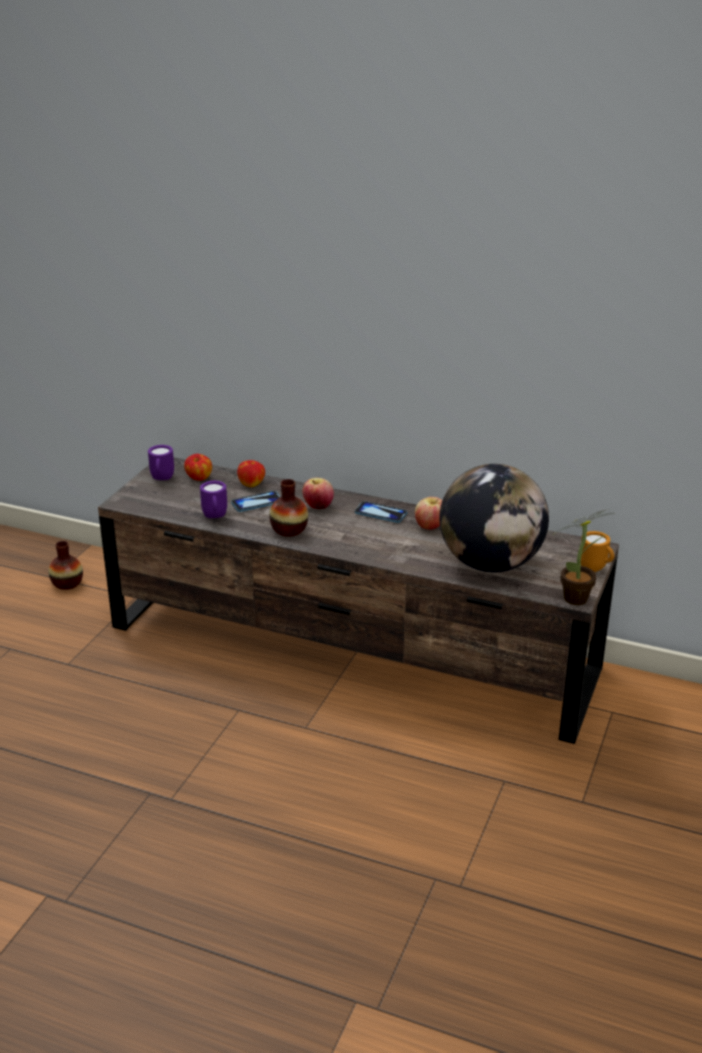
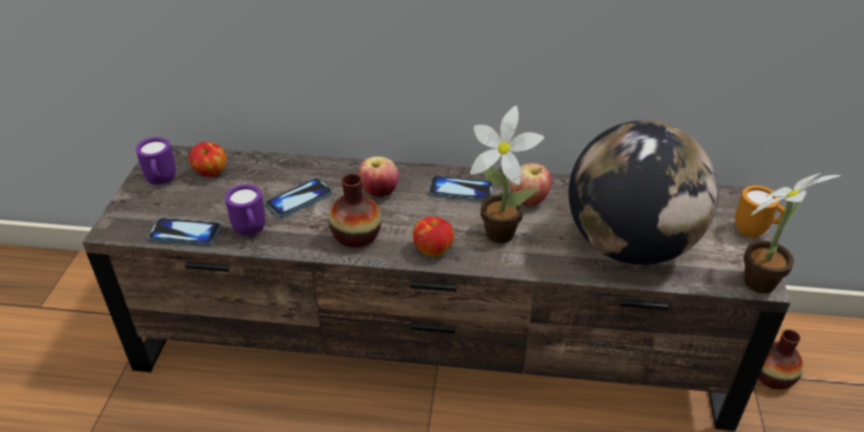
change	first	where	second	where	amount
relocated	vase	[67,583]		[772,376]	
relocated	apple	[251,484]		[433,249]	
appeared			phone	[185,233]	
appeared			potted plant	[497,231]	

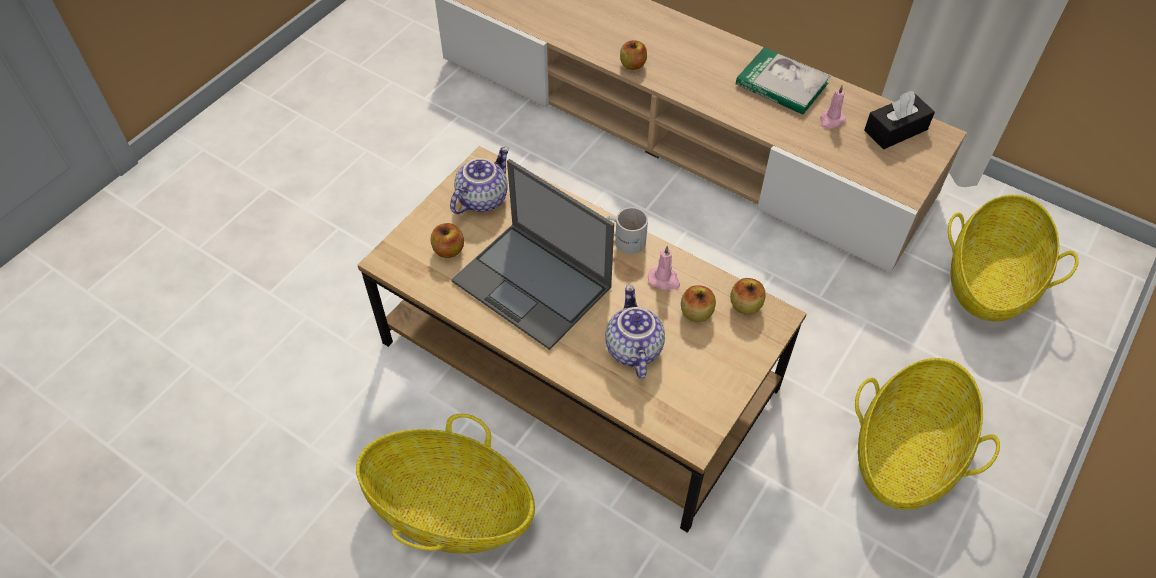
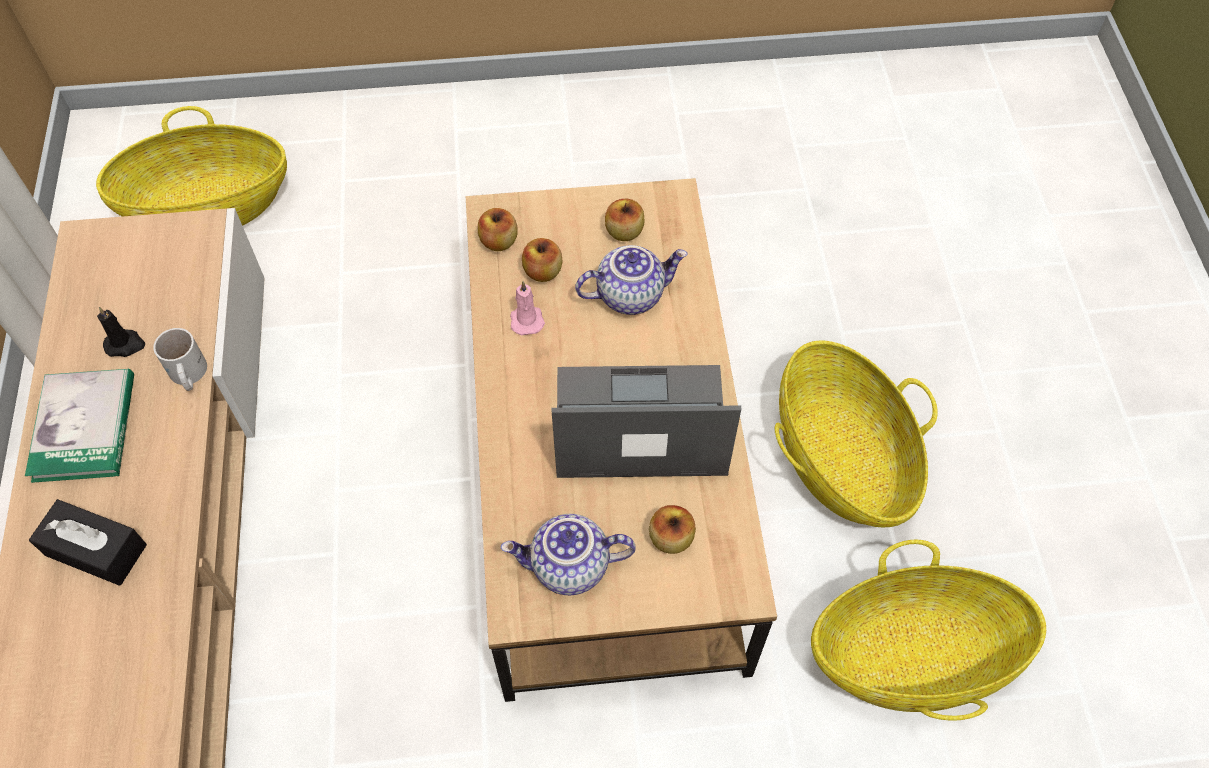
change	first	where	second	where	amount
spun	laptop	[533,285]		[637,423]	90 degrees counterclockwise
spun	teapot	[632,348]		[630,294]	150 degrees counterclockwise
relocated	white mug	[624,239]		[187,375]	
relocated	apple	[632,65]		[624,232]	
colour	pink candle	[831,120]	black candle	[125,344]	
relocated	basket	[907,452]		[912,655]	
relocated	black tissue box	[895,130]		[96,550]	

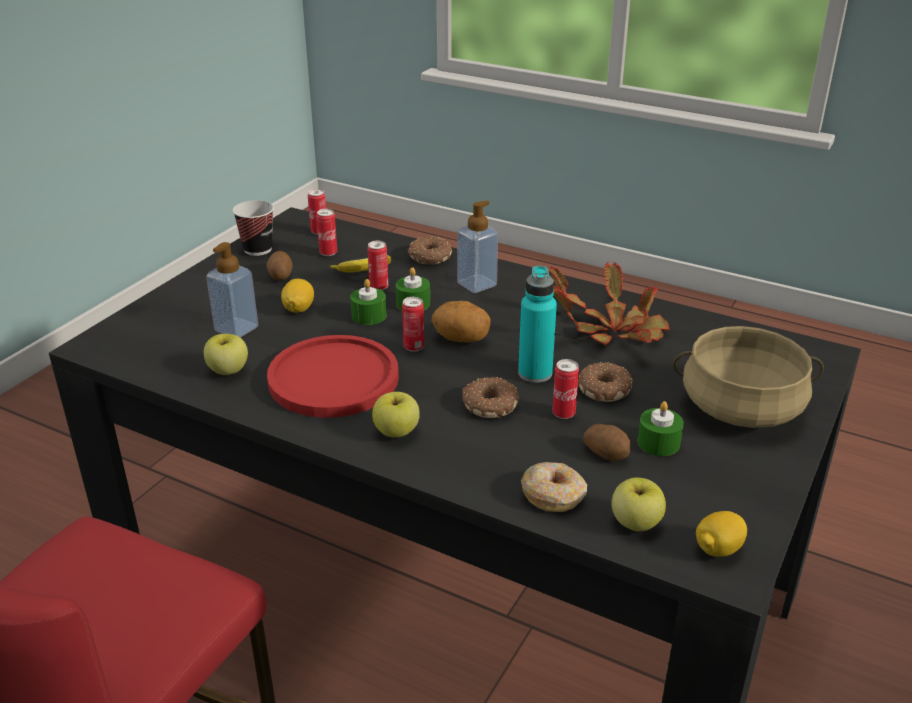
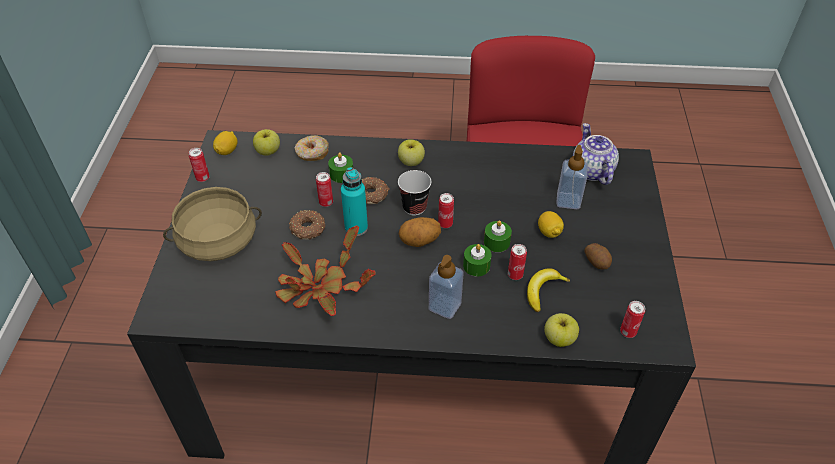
change	first	where	second	where	amount
relocated	apple	[228,370]		[559,338]	
relocated	cup	[258,249]		[414,207]	
missing	red plate	[333,378]			
relocated	can	[328,253]		[202,178]	
missing	donut	[430,257]			
missing	potato	[607,453]			
relocated	green candle	[658,442]		[341,174]	
appeared			teapot	[591,170]	

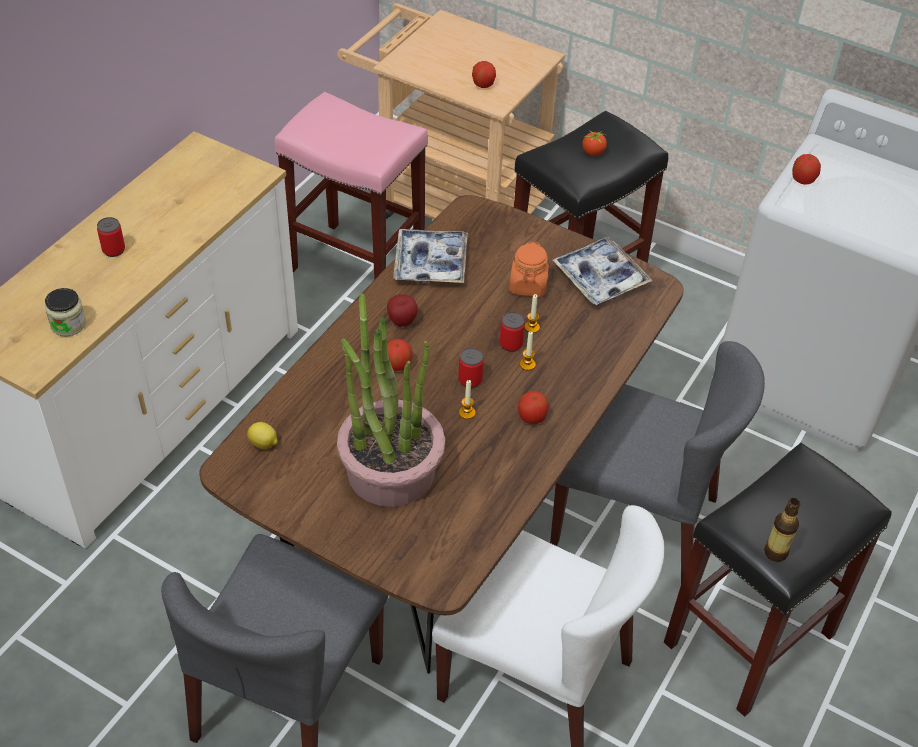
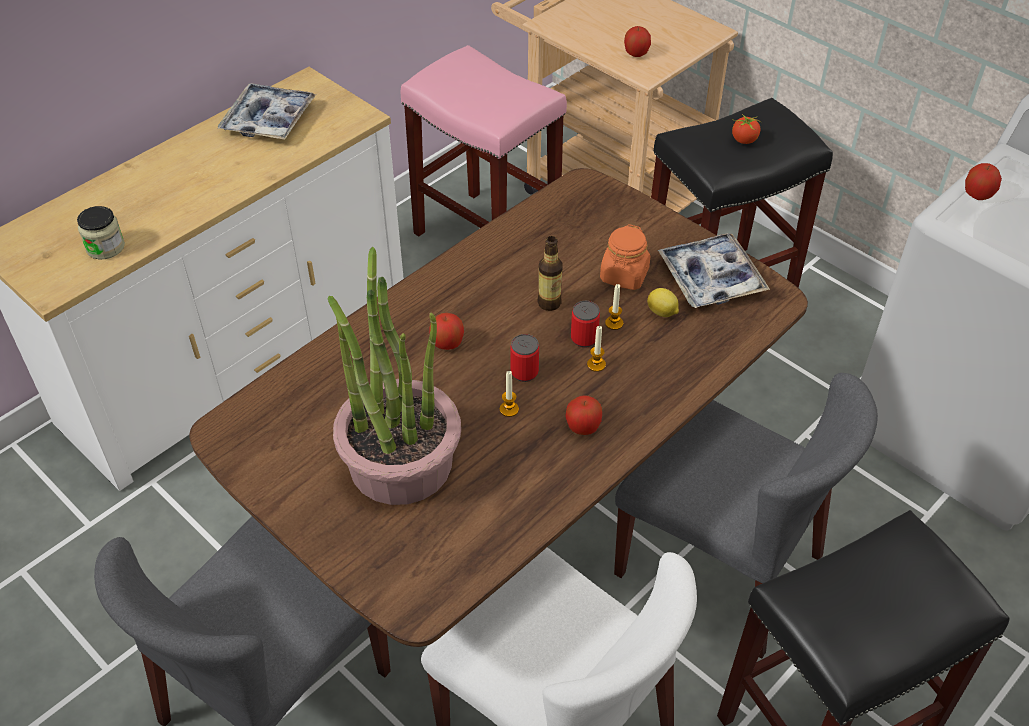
change	first	where	second	where	amount
missing	can	[113,250]			
relocated	lemon	[263,444]		[662,313]	
missing	apple	[402,322]			
relocated	tray	[430,263]		[268,120]	
relocated	bottle	[775,552]		[549,303]	

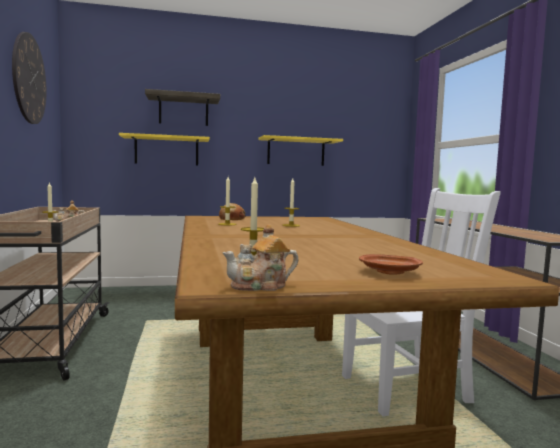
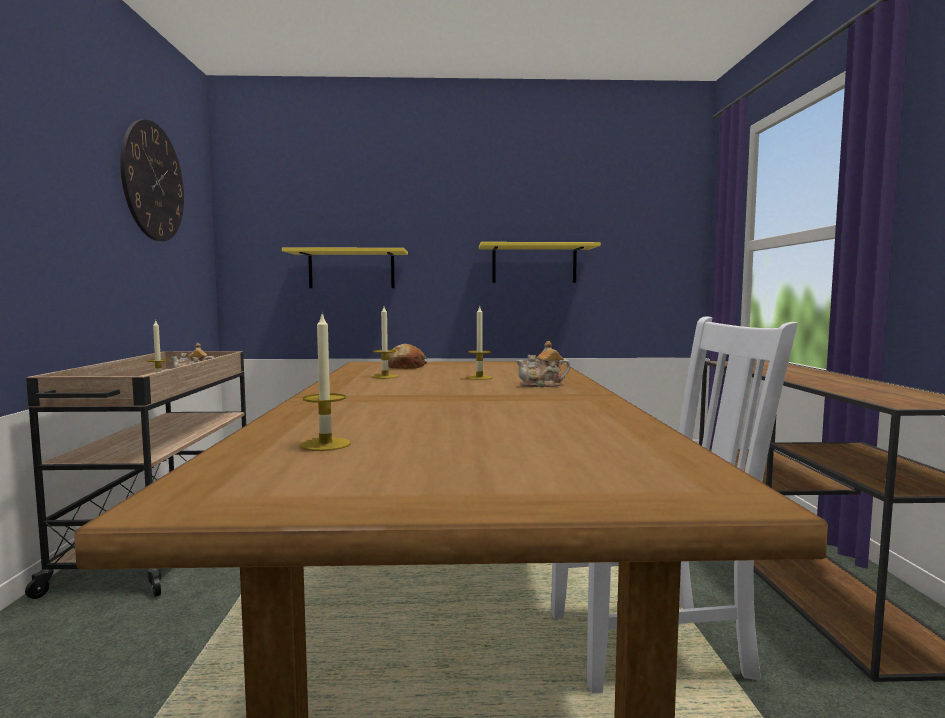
change	first	where	second	where	amount
missing	shelf	[183,111]			
relocated	teapot	[261,286]		[543,385]	
missing	brown plate	[390,272]			

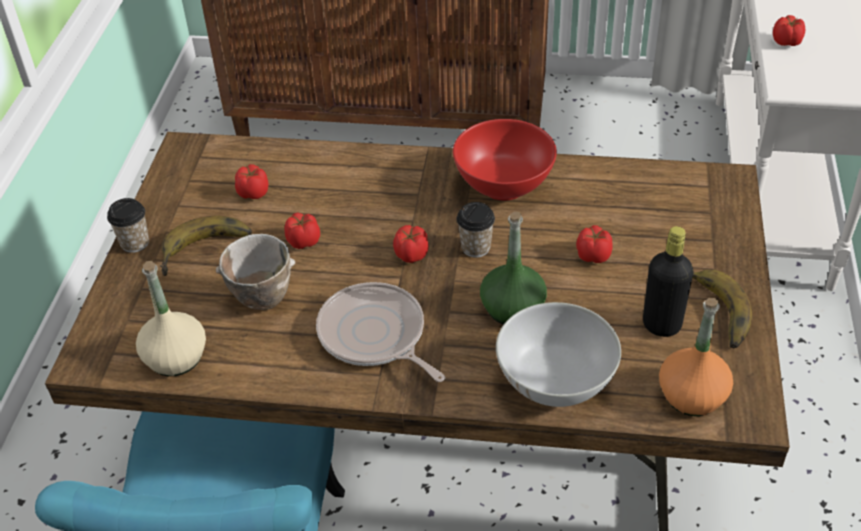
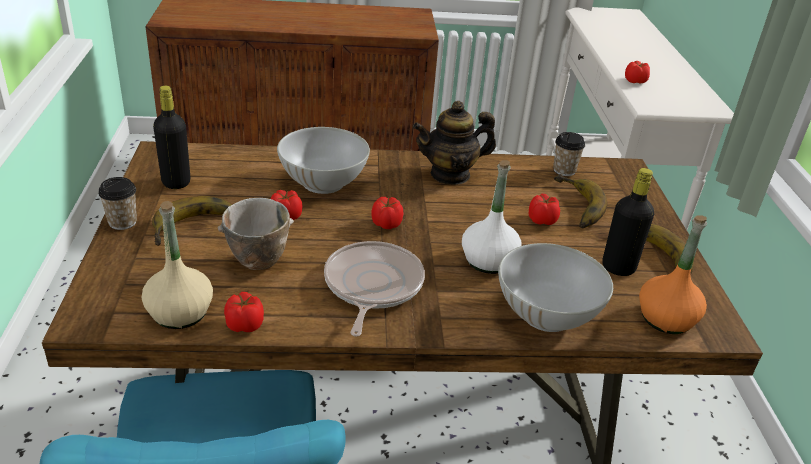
change	first	where	second	where	amount
relocated	tomato	[253,192]		[245,324]	
spun	frying pan	[375,336]		[372,286]	60 degrees clockwise
exchanged	red bowl	[504,185]	teapot	[450,174]	
relocated	cup	[475,247]		[564,170]	
colour	green bottle	[512,309]	white bottle	[488,261]	
appeared			black bottle	[176,182]	
appeared			white bowl	[323,182]	
appeared			banana	[573,206]	

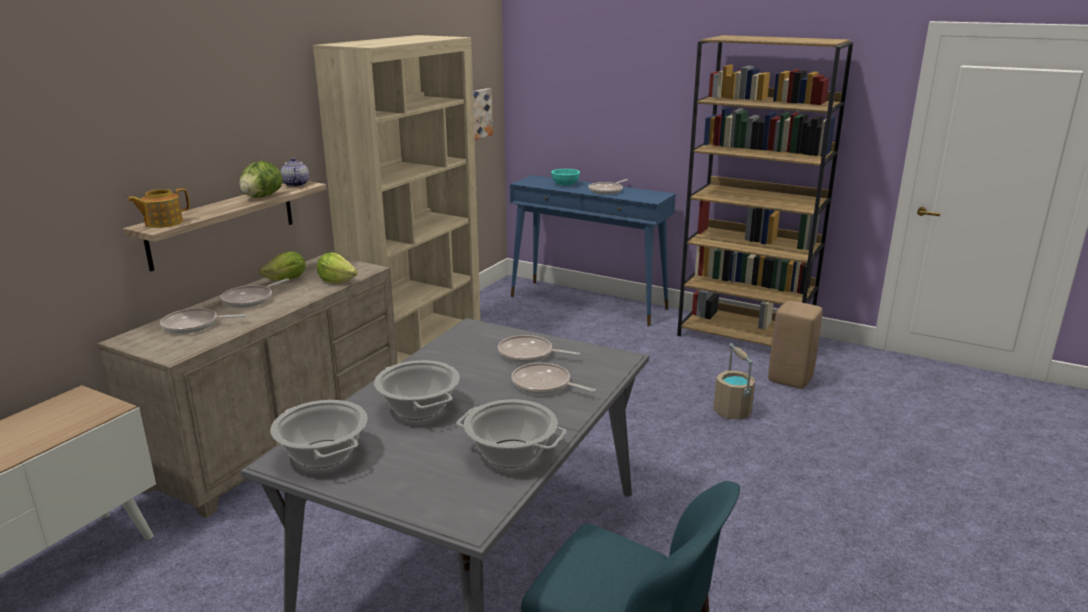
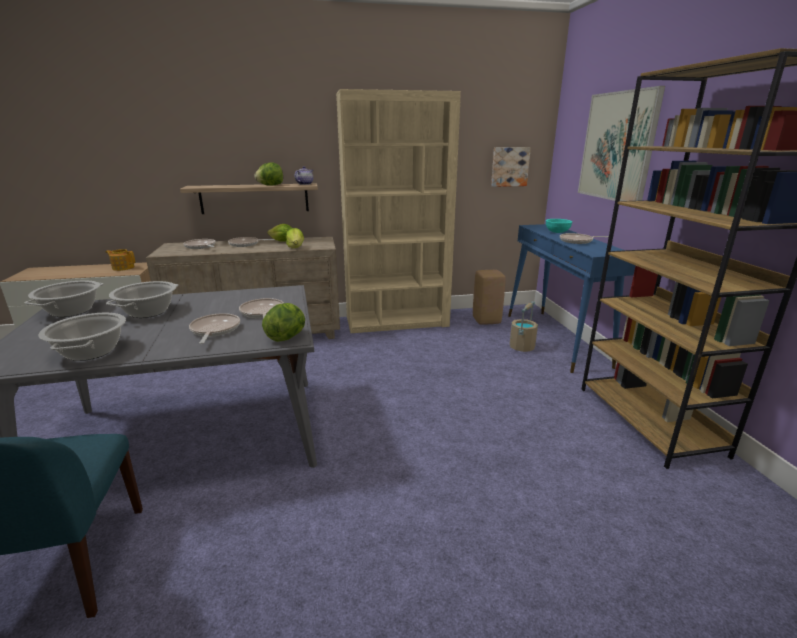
change	first	where	second	where	amount
relocated	teapot	[163,223]		[123,267]	
relocated	beige bucket	[732,411]		[522,347]	
relocated	beige stool	[789,379]		[486,320]	
appeared			lettuce	[287,337]	
appeared			picture	[617,146]	

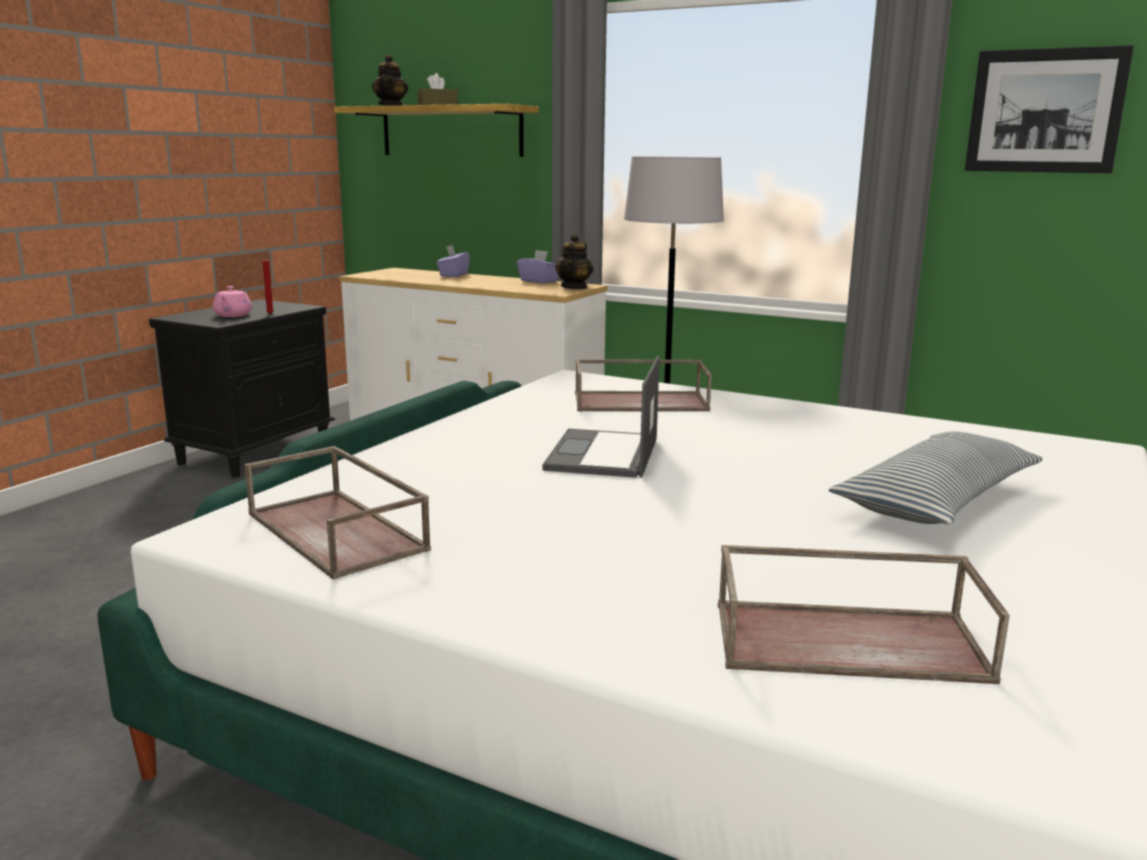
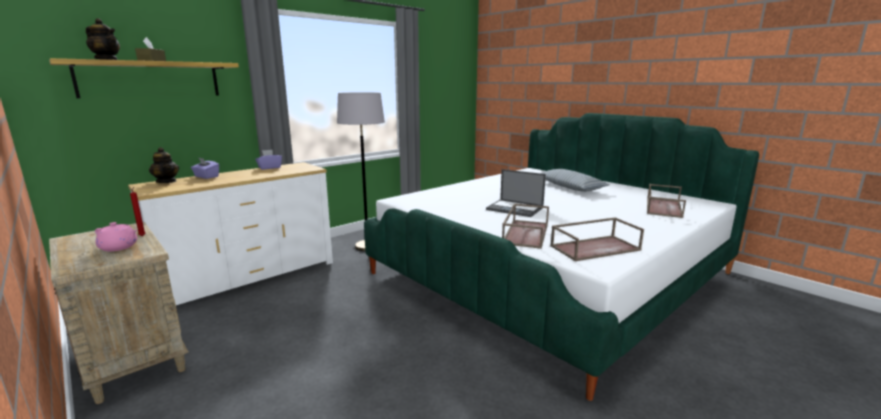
change	first	where	second	where	amount
colour	black nightstand	[255,452]	beige nightstand	[133,359]	
relocated	teapot	[574,287]		[166,181]	
relocated	brown tray	[641,401]		[525,233]	
missing	picture	[1045,111]			

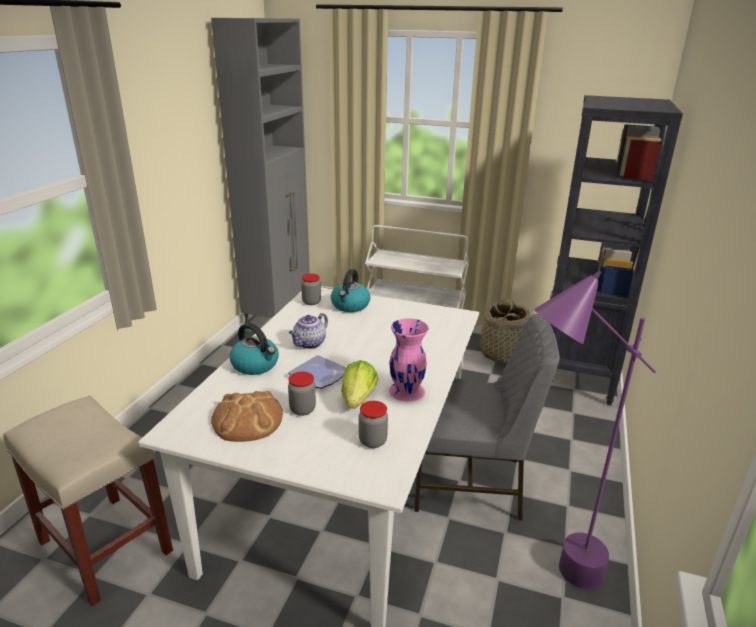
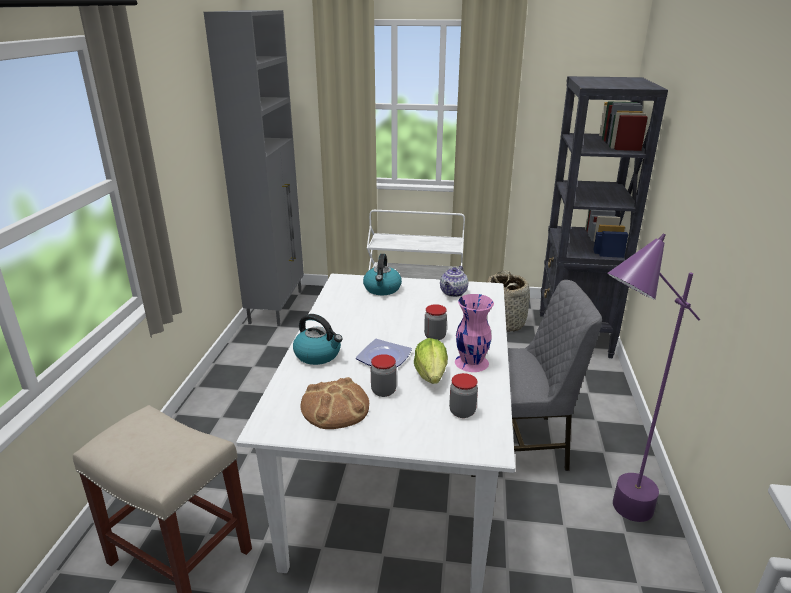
change	first	where	second	where	amount
relocated	teapot	[309,344]		[453,293]	
relocated	jar	[311,302]		[435,336]	

